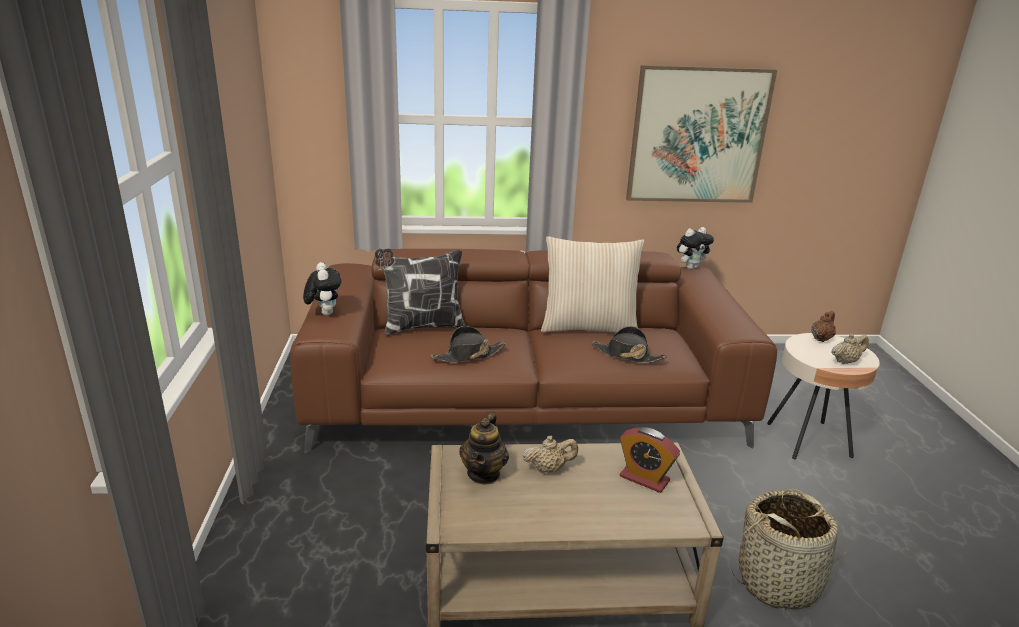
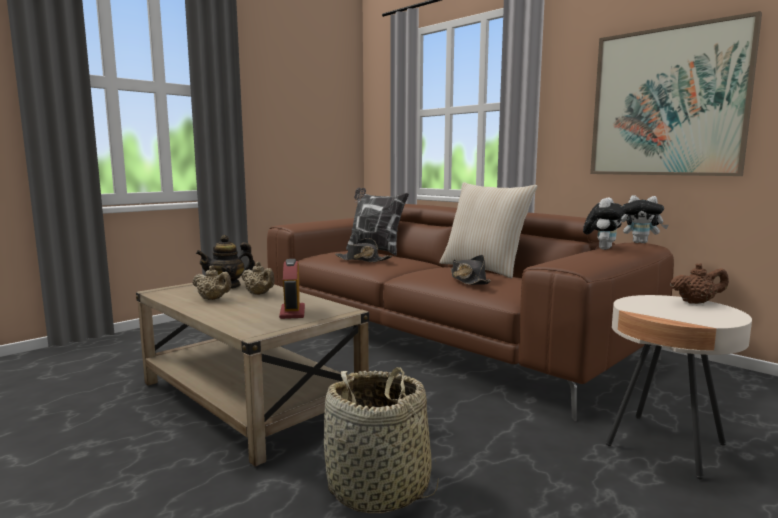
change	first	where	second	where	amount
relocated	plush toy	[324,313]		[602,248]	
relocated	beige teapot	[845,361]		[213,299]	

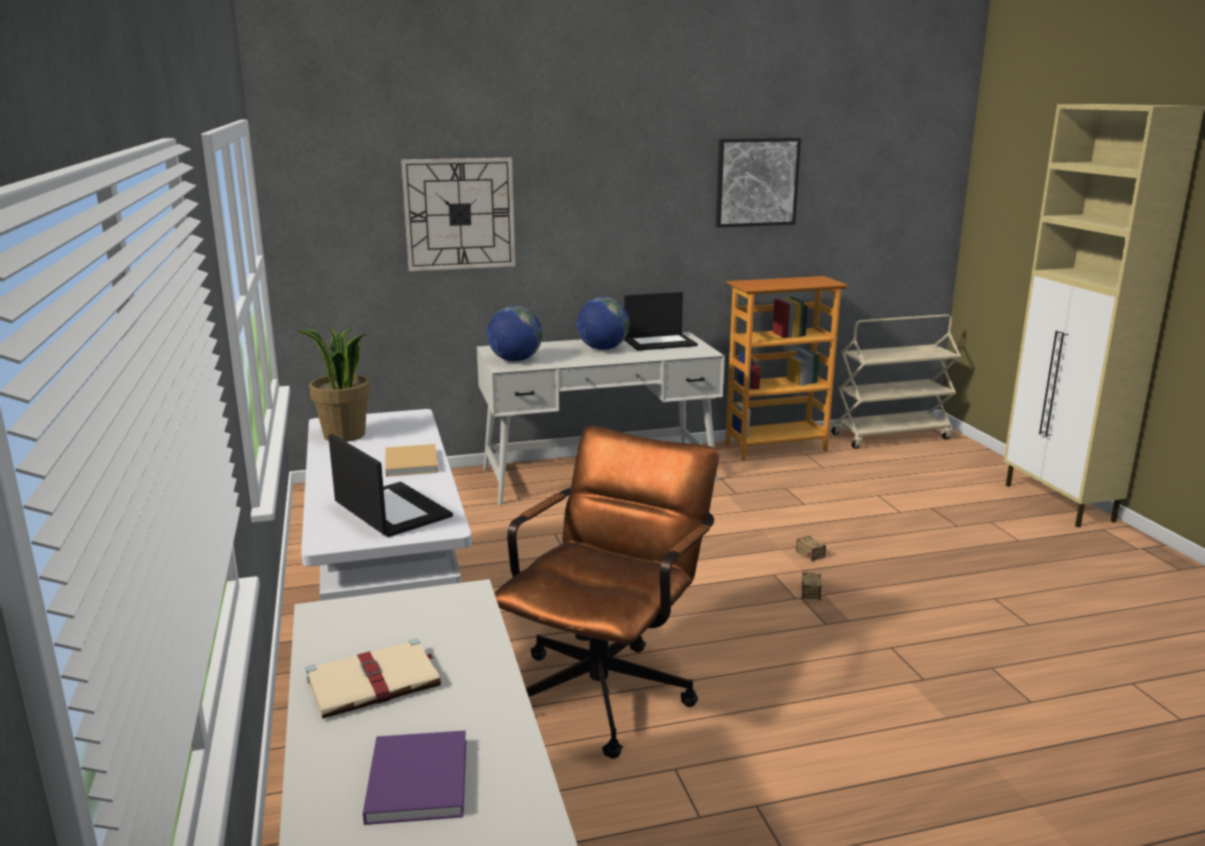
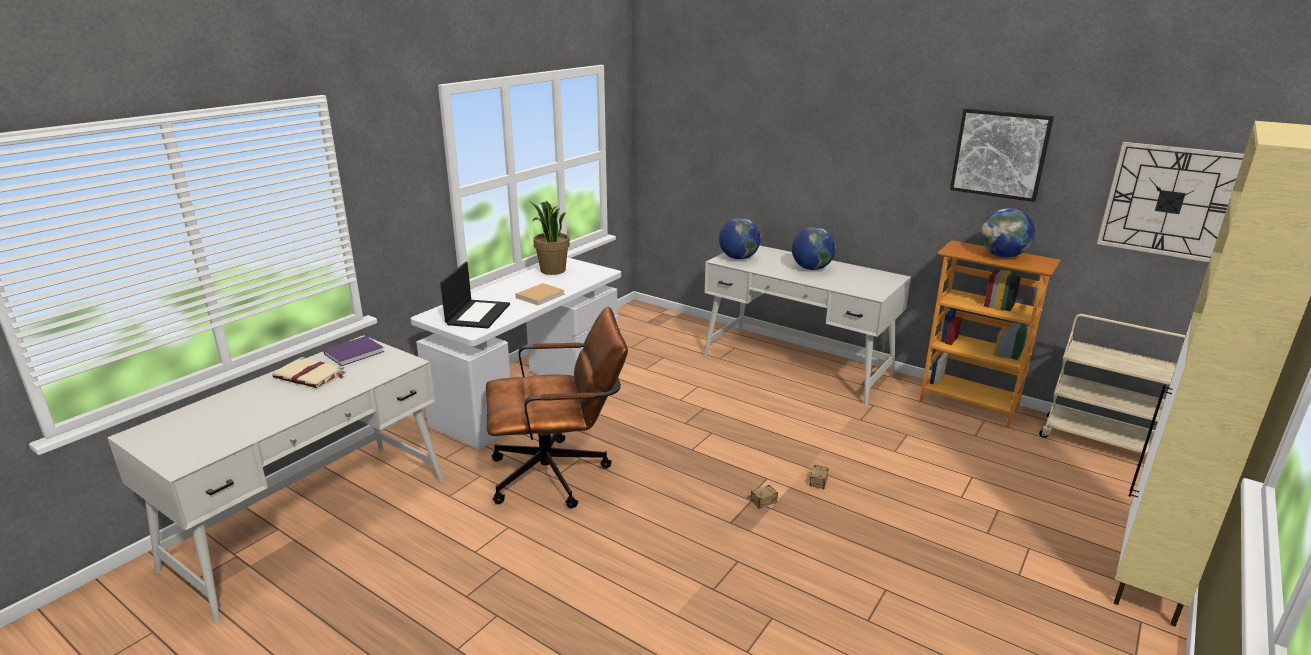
change	first	where	second	where	amount
relocated	purple book	[418,777]		[355,352]	
relocated	wall clock	[459,214]		[1170,201]	
missing	laptop	[660,342]			
appeared			globe	[1002,256]	

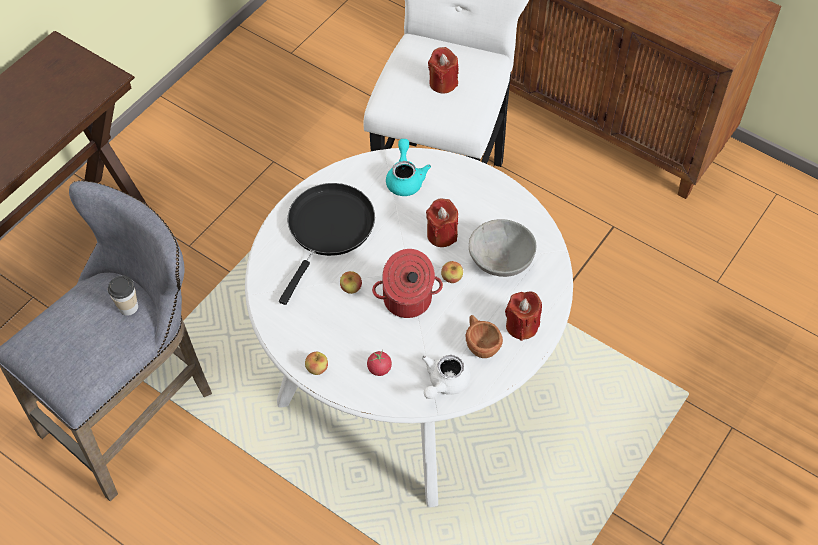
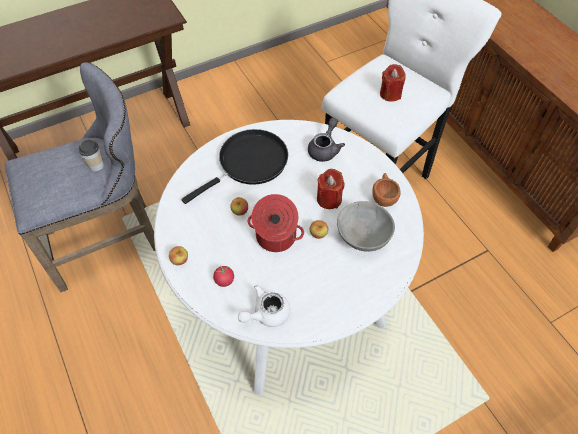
change	first	where	second	where	amount
colour	turquoise teapot	[405,178]	grey teapot	[325,148]	
relocated	brown cup	[480,343]		[383,196]	
missing	red candle	[522,326]			

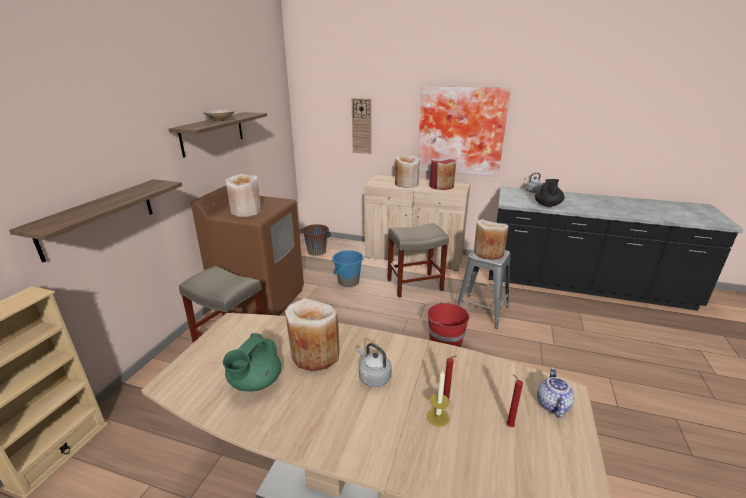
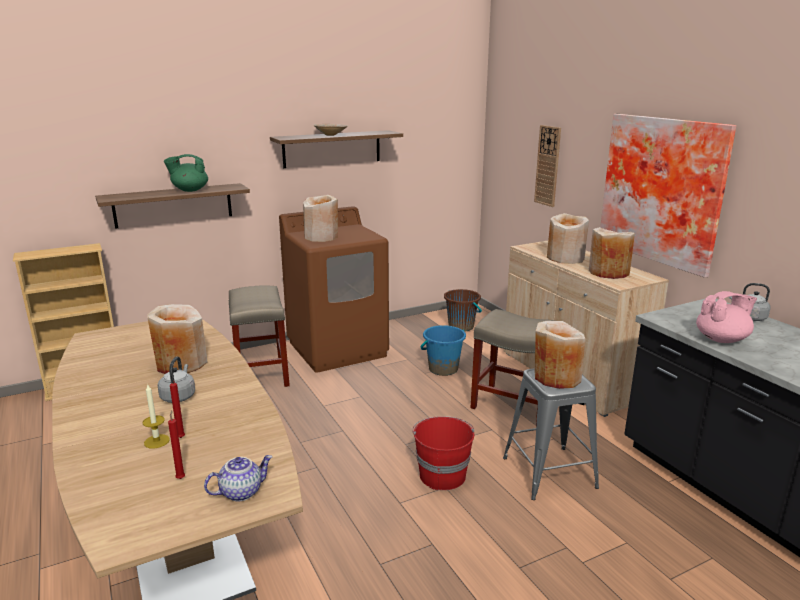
change	first	where	second	where	amount
relocated	green teapot	[255,382]		[189,190]	
colour	red vase	[441,186]	beige vase	[608,272]	
colour	black teapot	[547,205]	pink teapot	[722,339]	

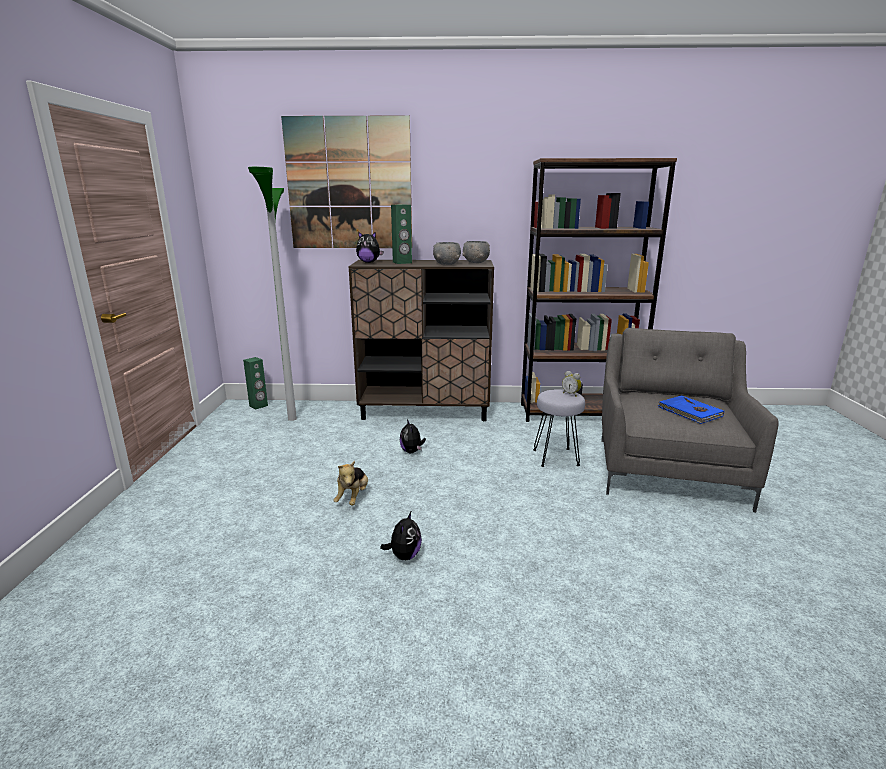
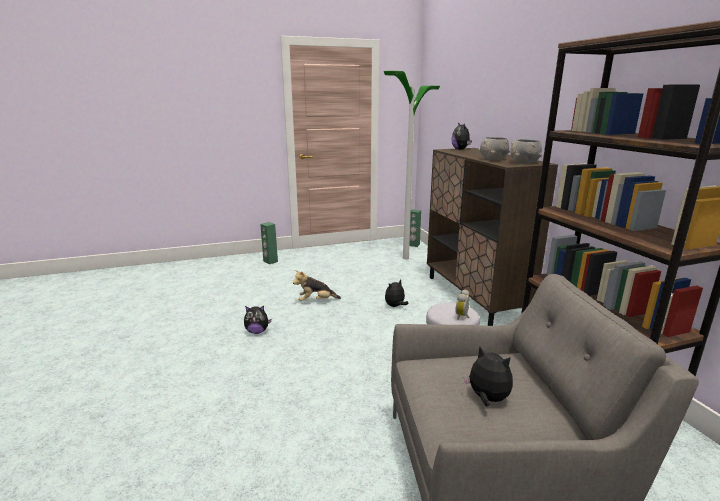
change	first	where	second	where	amount
missing	picture	[349,184]			
relocated	green speaker	[402,262]		[270,261]	
exchanged	blue book	[690,412]	plush toy	[487,399]	

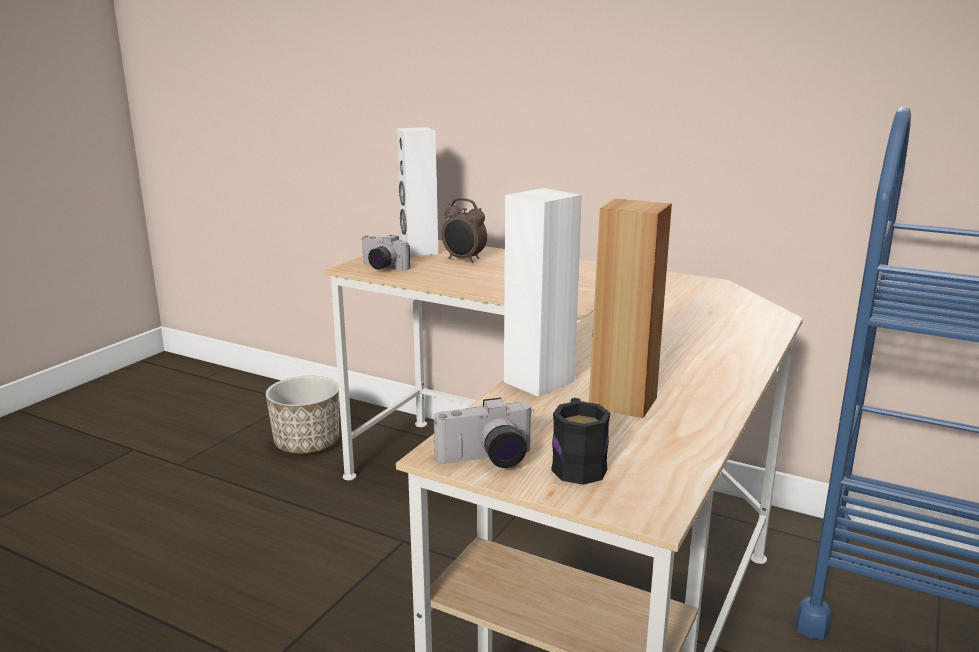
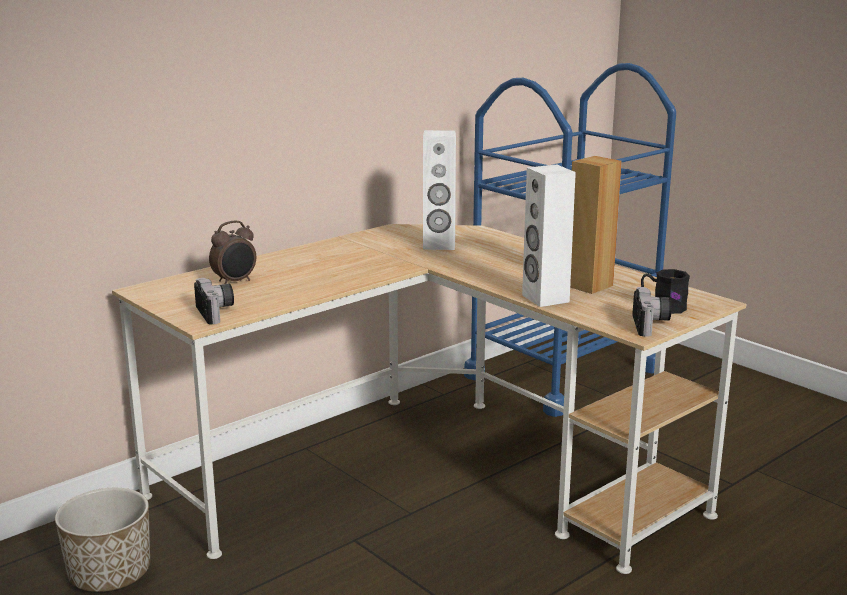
change	first	where	second	where	amount
spun	photo camera	[381,267]		[217,312]	75 degrees counterclockwise
relocated	white speaker	[419,251]		[439,245]	

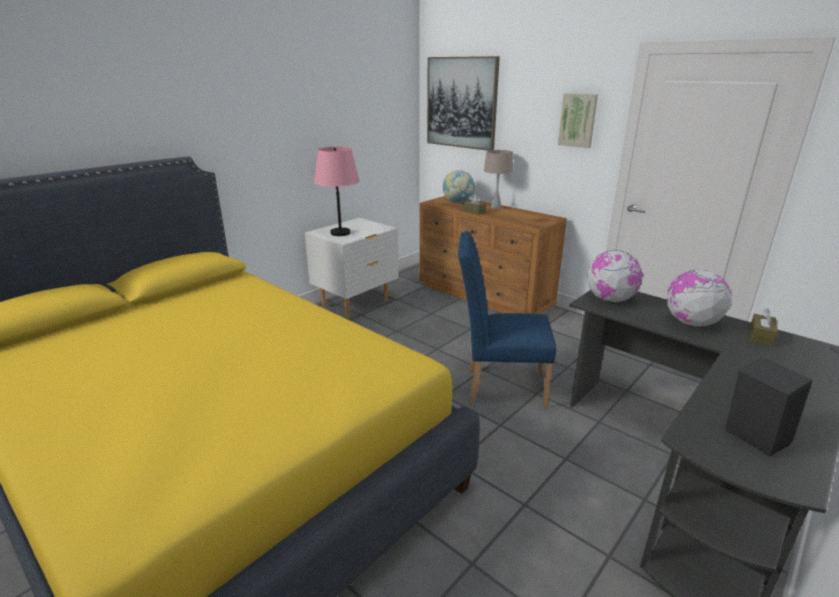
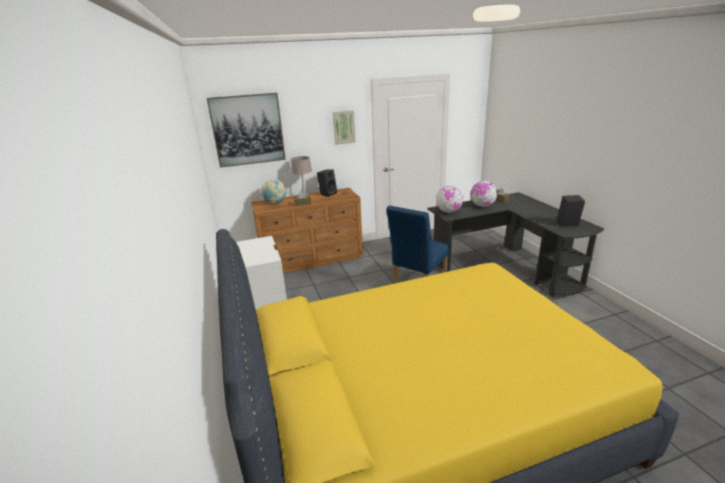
change	first	where	second	where	amount
missing	pink table lamp	[340,233]			
appeared			black speaker	[328,193]	

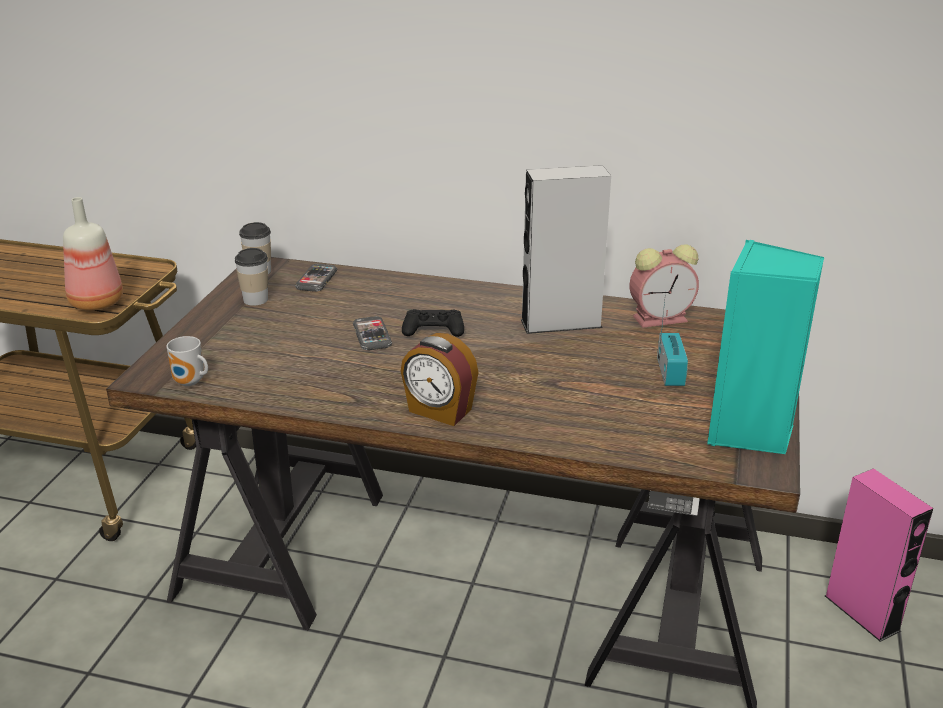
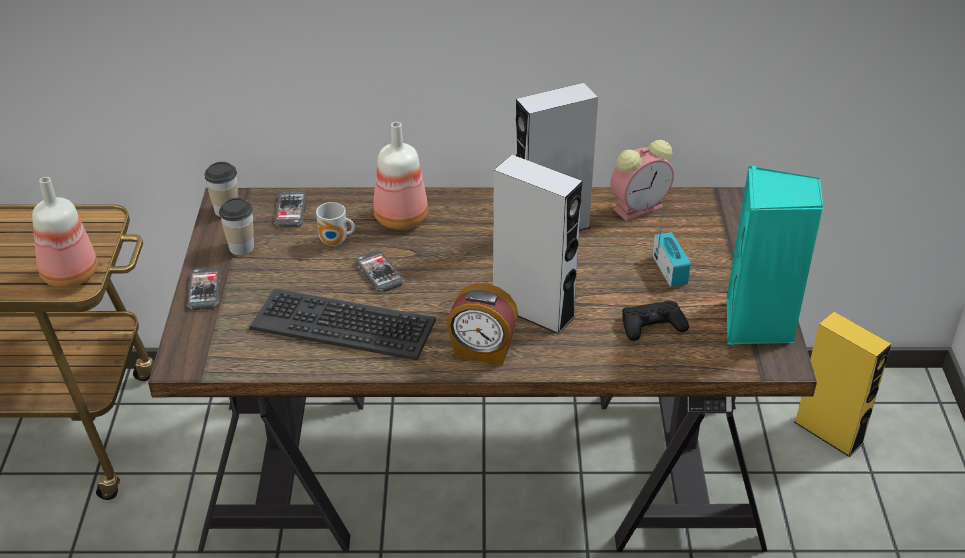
change	first	where	second	where	amount
relocated	mug	[190,383]		[335,242]	
relocated	black game controller	[433,329]		[652,325]	
colour	pink speaker	[862,613]	yellow speaker	[828,432]	
appeared			phone	[204,290]	
appeared			keyboard	[344,324]	
appeared			bottle	[399,217]	
appeared			grey speaker	[533,310]	

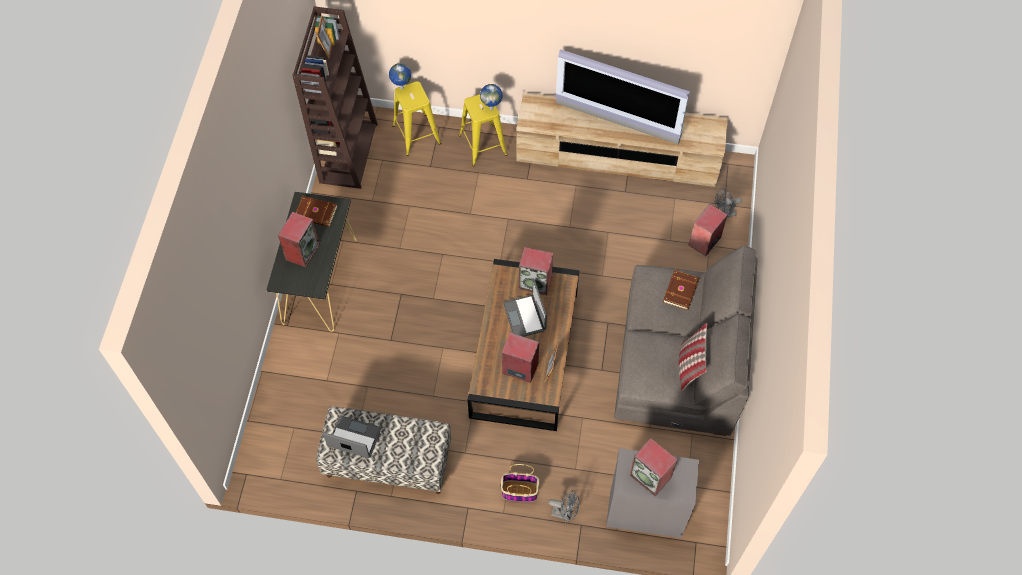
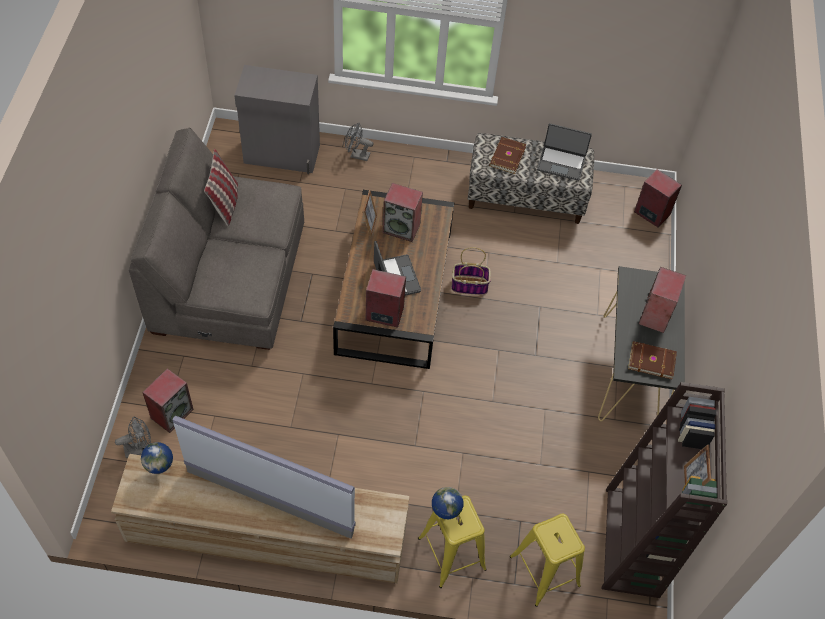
change	first	where	second	where	amount
relocated	globe	[401,88]		[161,470]	
relocated	basket	[519,491]		[470,285]	
relocated	speaker	[651,476]		[651,213]	
relocated	brown book	[681,291]		[506,157]	

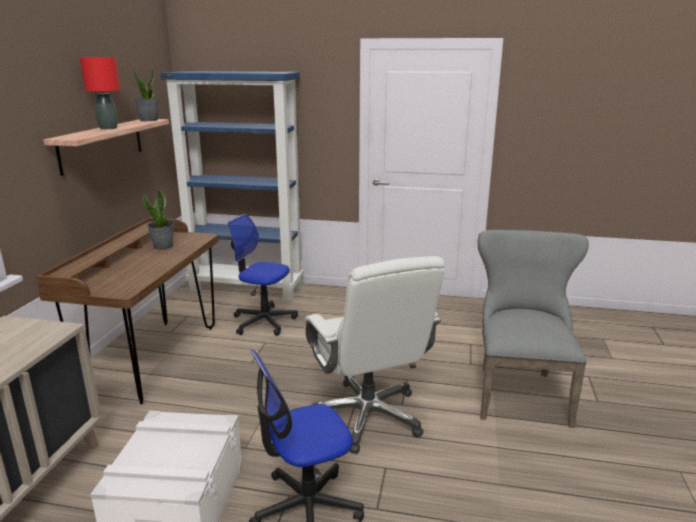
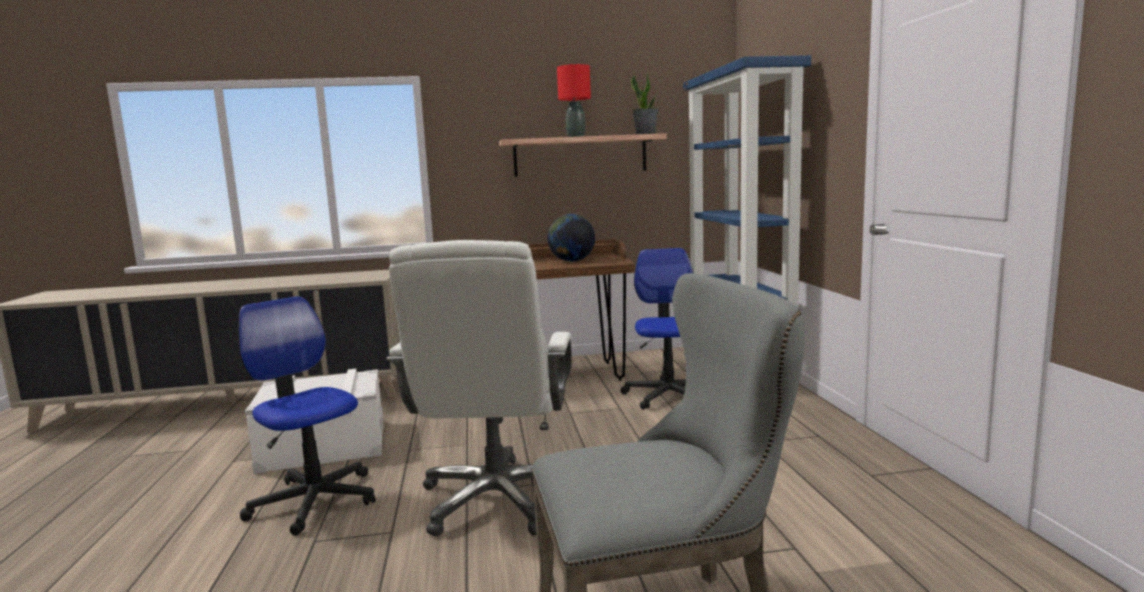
change	first	where	second	where	amount
exchanged	potted plant	[163,246]	globe	[572,261]	
spun	white office chair	[368,416]		[497,499]	45 degrees counterclockwise

